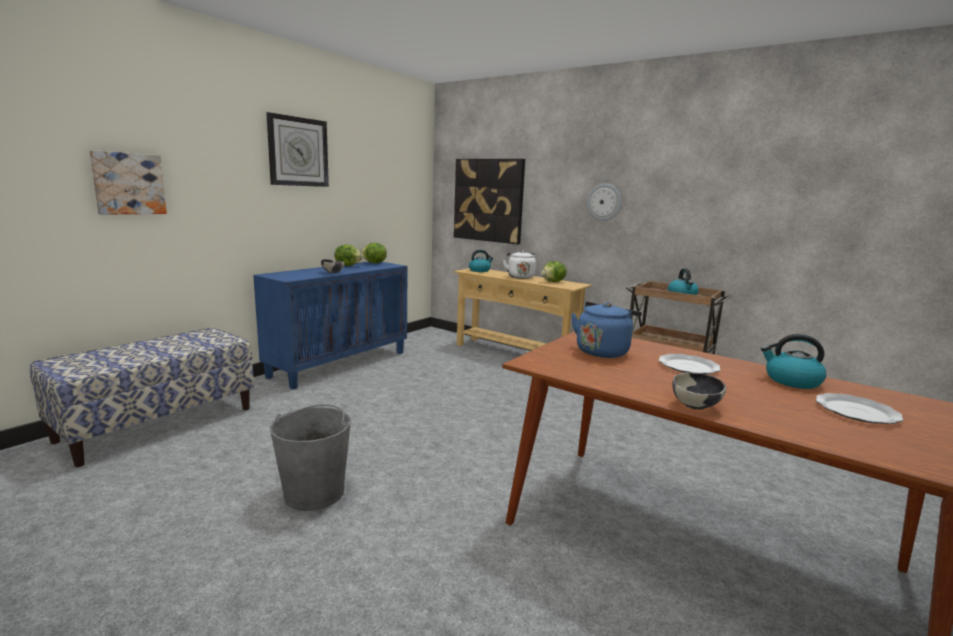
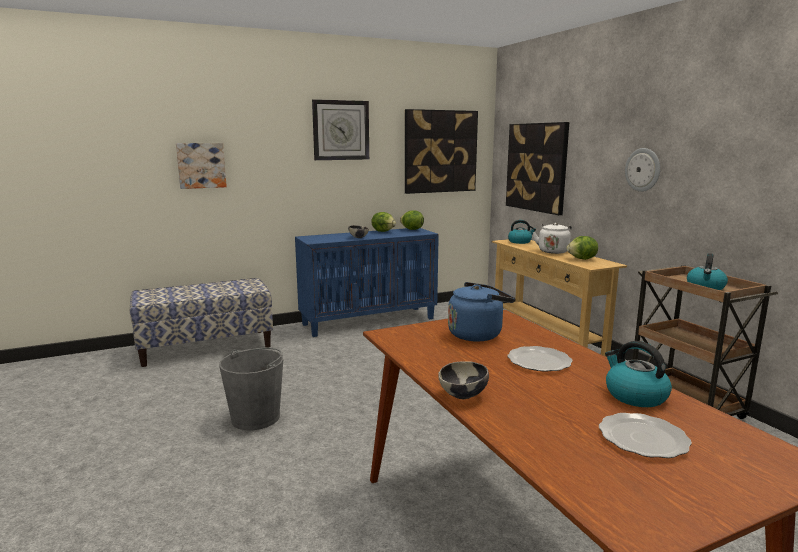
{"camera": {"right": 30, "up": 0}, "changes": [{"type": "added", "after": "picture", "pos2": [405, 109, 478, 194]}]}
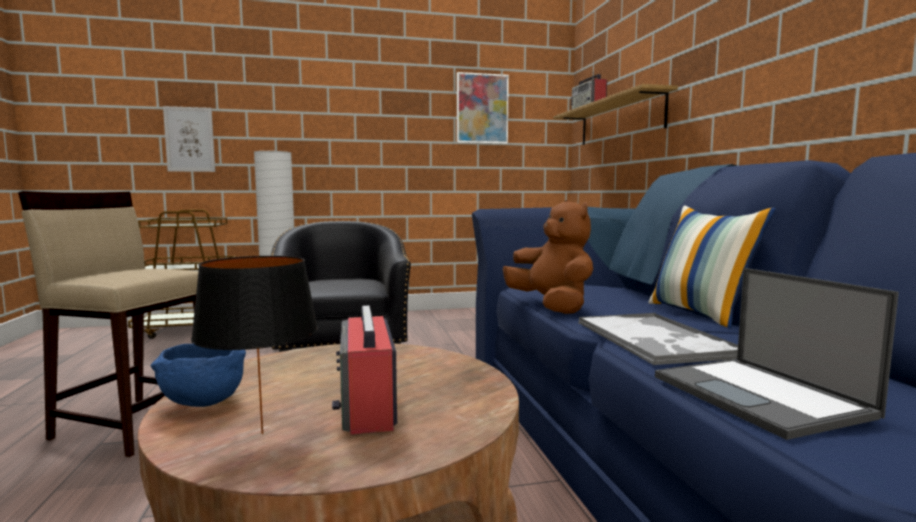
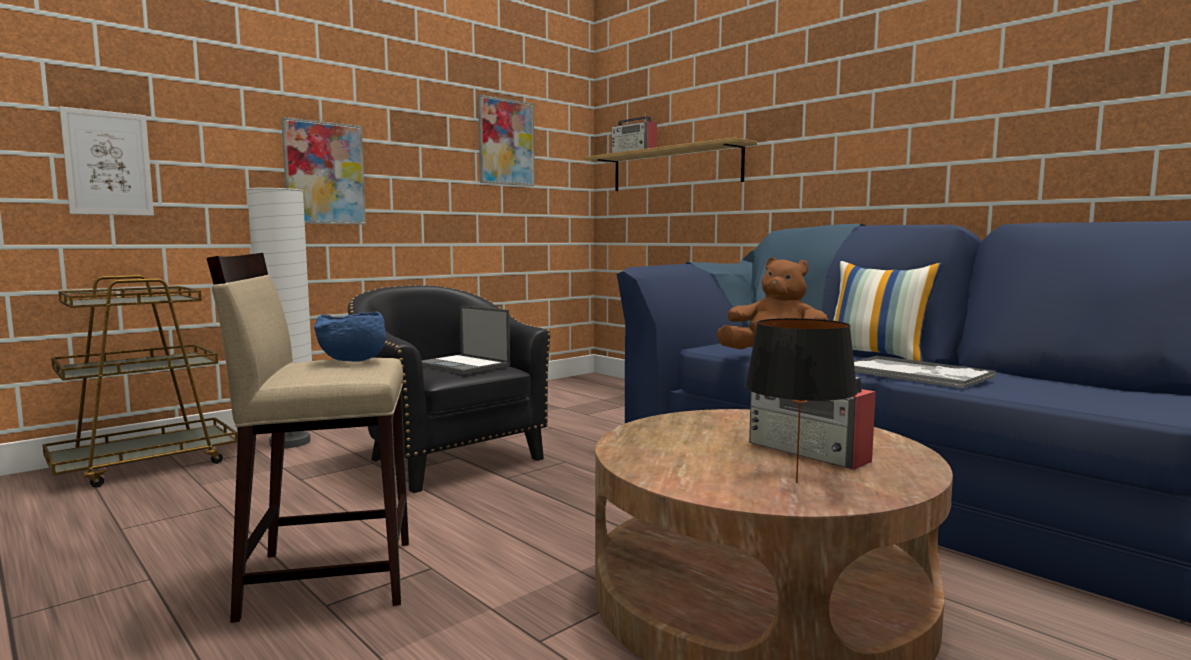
{"camera": {"right": -30, "up": 0}, "changes": [{"type": "added", "after": "picture", "pos2": [281, 117, 366, 225]}, {"type": "moved", "before": "blue_bowl", "pos1": [151, 344, 246, 407], "pos2": [314, 311, 386, 362]}, {"type": "moved", "before": "laptop", "pos1": [655, 268, 899, 440], "pos2": [422, 305, 510, 374]}]}
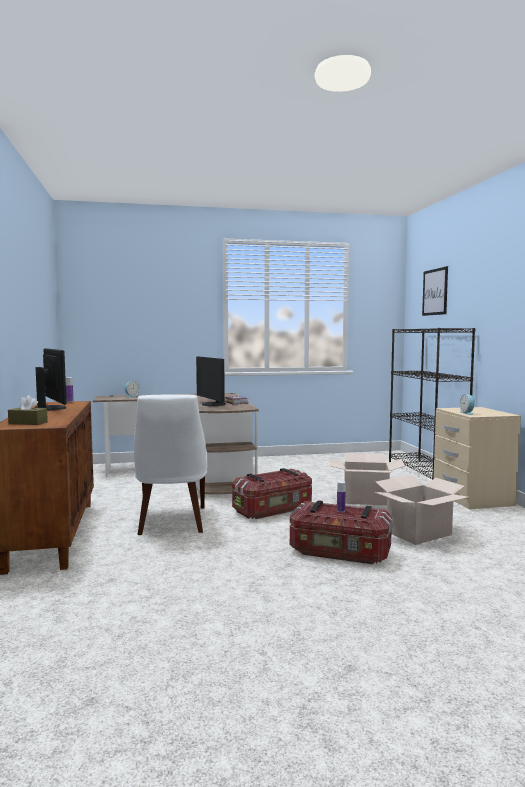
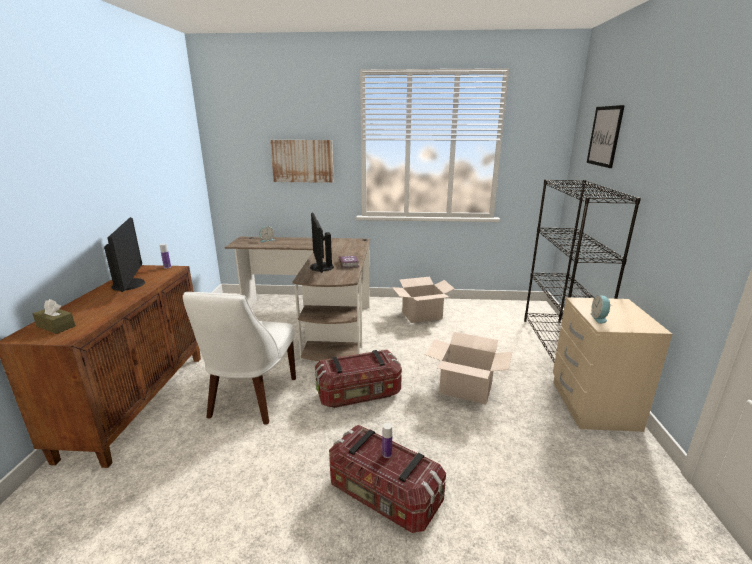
{"camera": {"right": 15, "up": 15}, "changes": [{"type": "added", "after": "picture", "pos2": [270, 140, 334, 183]}, {"type": "moved", "before": "cardboard_box", "pos1": [374, 475, 469, 545], "pos2": [392, 277, 455, 323]}]}
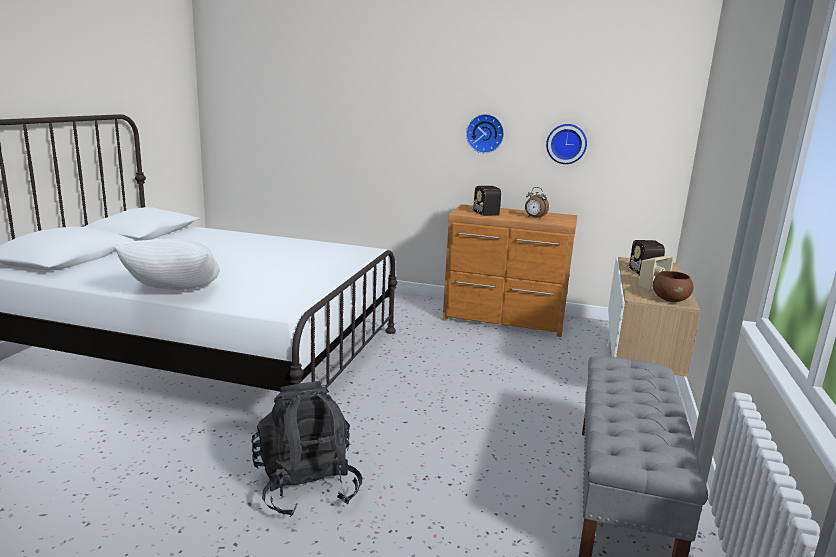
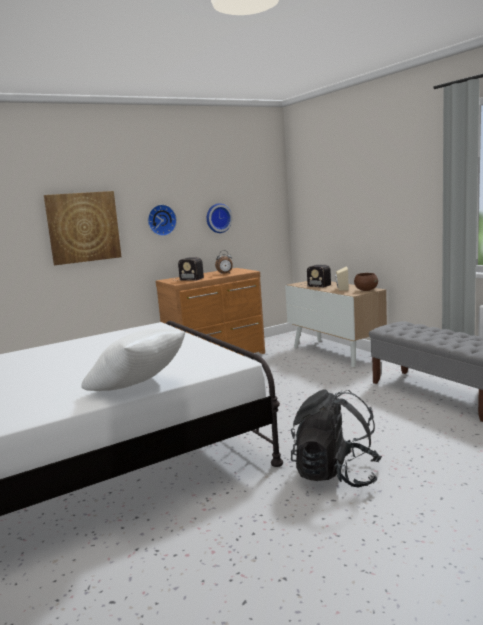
{"camera": {"right": -45, "up": -5}, "changes": [{"type": "added", "after": "picture", "pos2": [44, 191, 121, 265]}]}
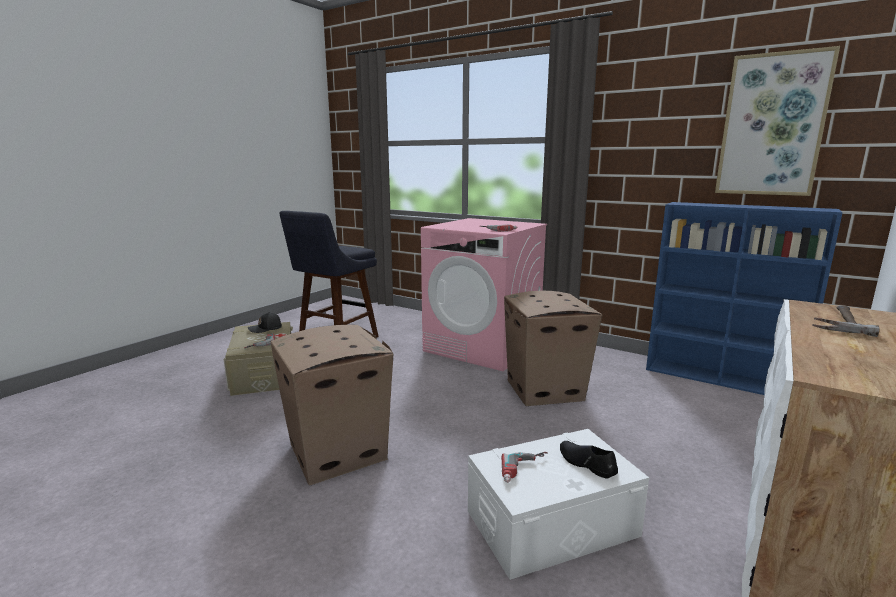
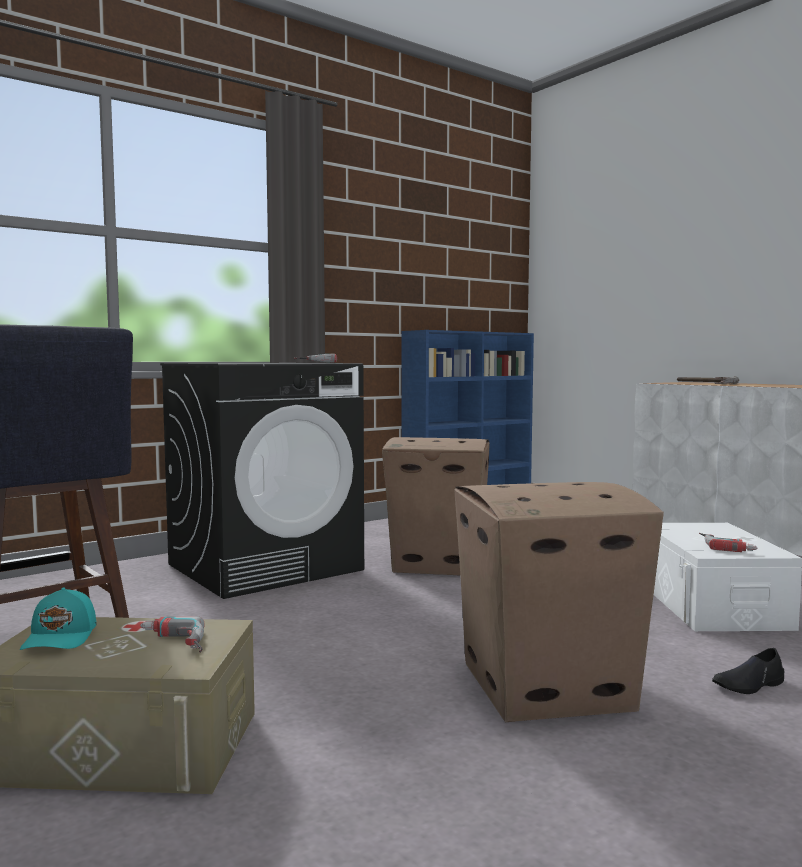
{"camera": {"right": -70, "up": -10}, "changes": [{"type": "recoloured", "before": "black_cap", "after": "turquoise_cap", "pos1": [248, 312, 282, 333], "pos2": [20, 588, 96, 650]}, {"type": "recoloured", "before": "pink_washing_machine", "after": "black_washing_machine", "pos1": [421, 218, 547, 371], "pos2": [160, 363, 364, 599]}, {"type": "moved", "before": "black_shoe", "pos1": [560, 441, 618, 479], "pos2": [712, 648, 784, 694]}, {"type": "removed", "before": "picture", "pos1": [715, 46, 840, 196]}]}
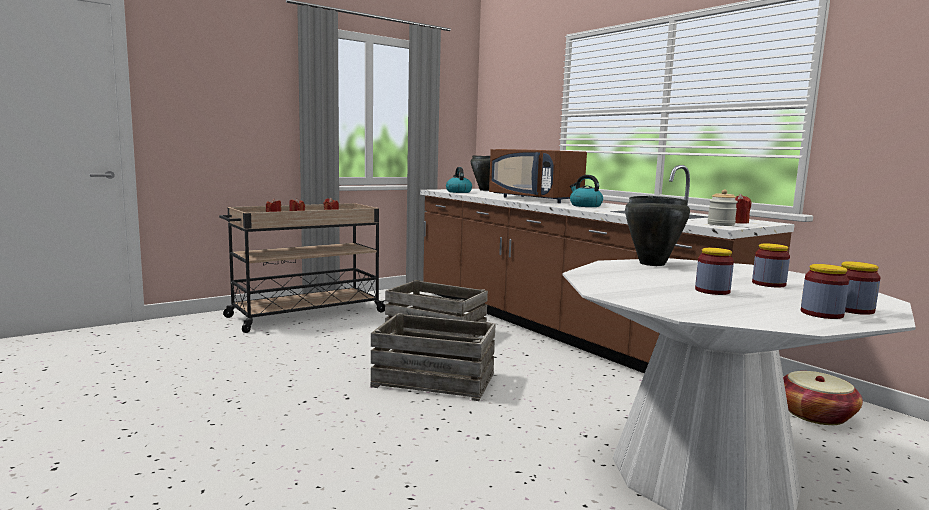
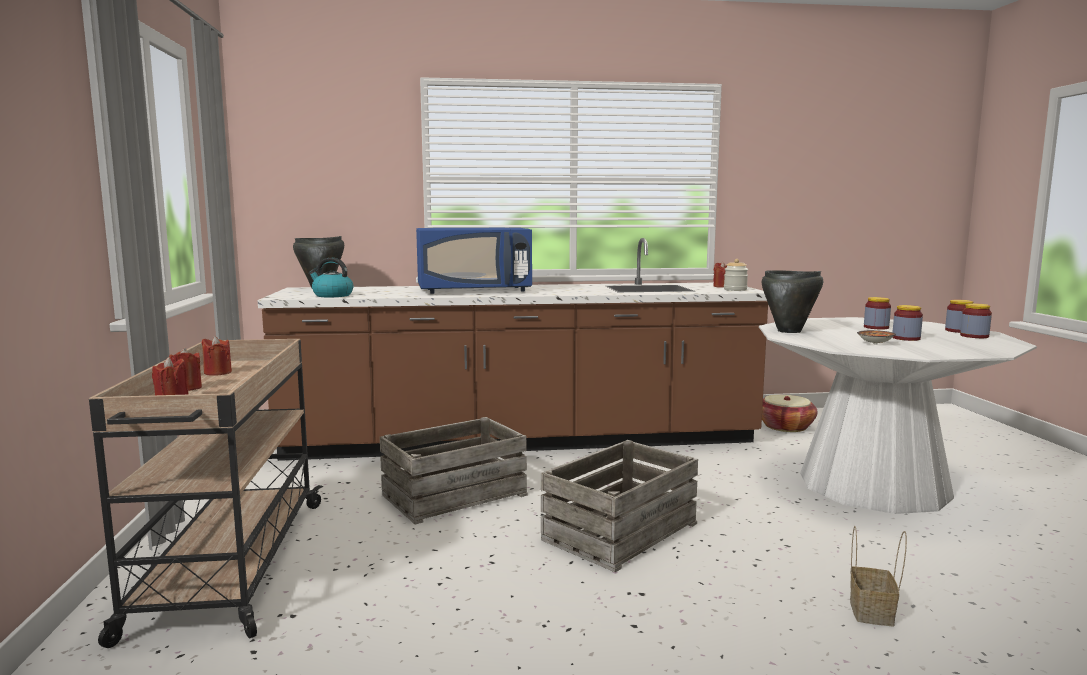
{"camera": {"right": -60, "up": 0}, "changes": [{"type": "recoloured", "before": "brown_microwave", "after": "blue_microwave", "pos1": [489, 149, 587, 203], "pos2": [416, 228, 532, 294]}, {"type": "added", "after": "basket", "pos2": [850, 526, 907, 626]}, {"type": "added", "after": "bowl", "pos2": [857, 330, 896, 344]}, {"type": "removed", "before": "kettle", "pos1": [570, 175, 603, 207]}]}
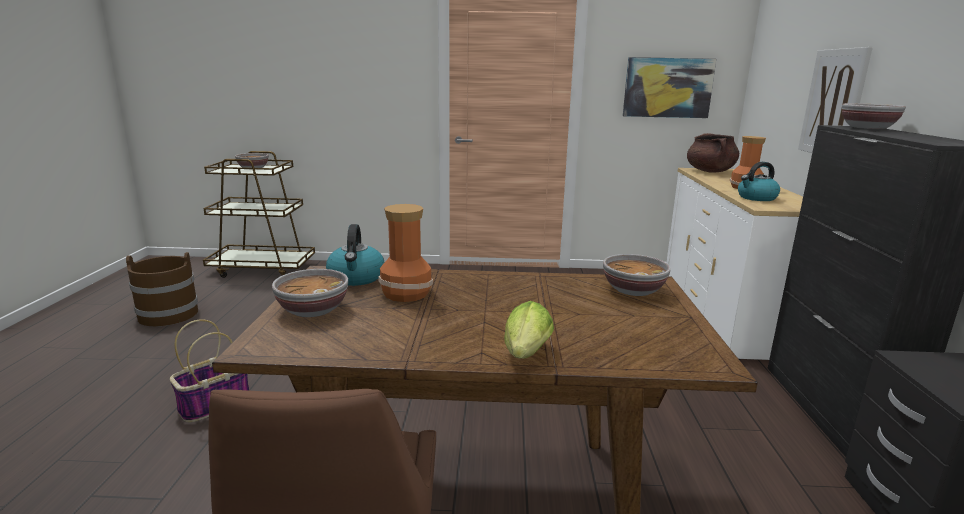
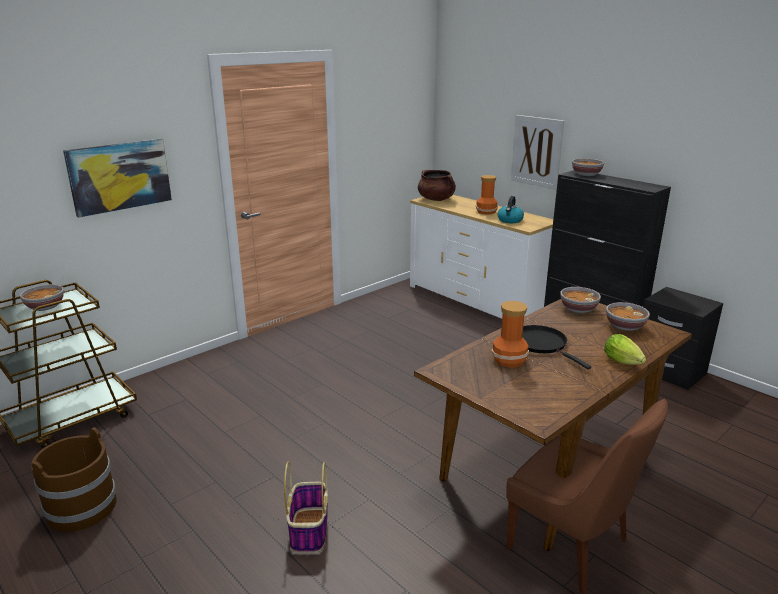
{"camera": {"right": -45, "up": 5}, "changes": [{"type": "moved", "before": "picture", "pos1": [623, 57, 716, 118], "pos2": [63, 139, 172, 218]}, {"type": "added", "after": "black_frying_pan", "pos2": [522, 325, 591, 369]}, {"type": "moved", "before": "bowl", "pos1": [272, 269, 348, 317], "pos2": [606, 302, 650, 331]}, {"type": "removed", "before": "kettle", "pos1": [326, 224, 385, 286]}]}
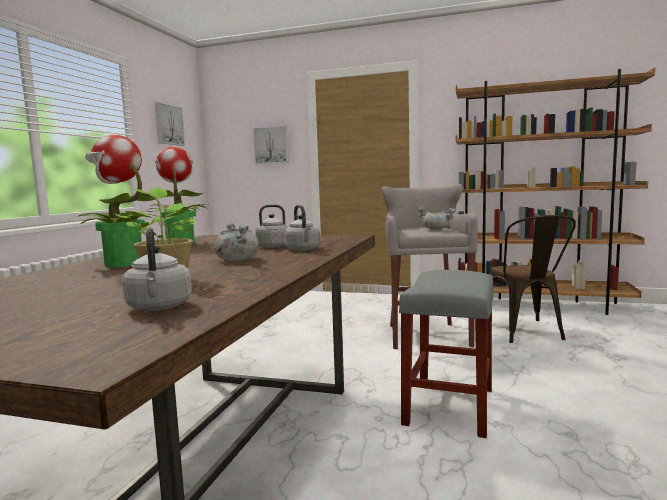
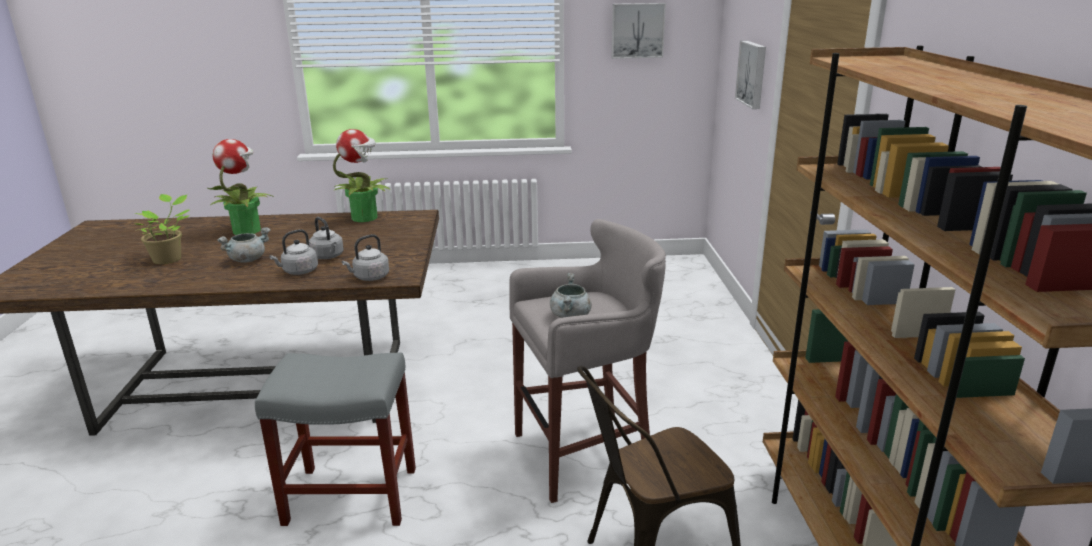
{"camera": {"right": 70, "up": 15}, "changes": [{"type": "moved", "before": "grey_kettle", "pos1": [122, 227, 192, 311], "pos2": [342, 234, 389, 281]}]}
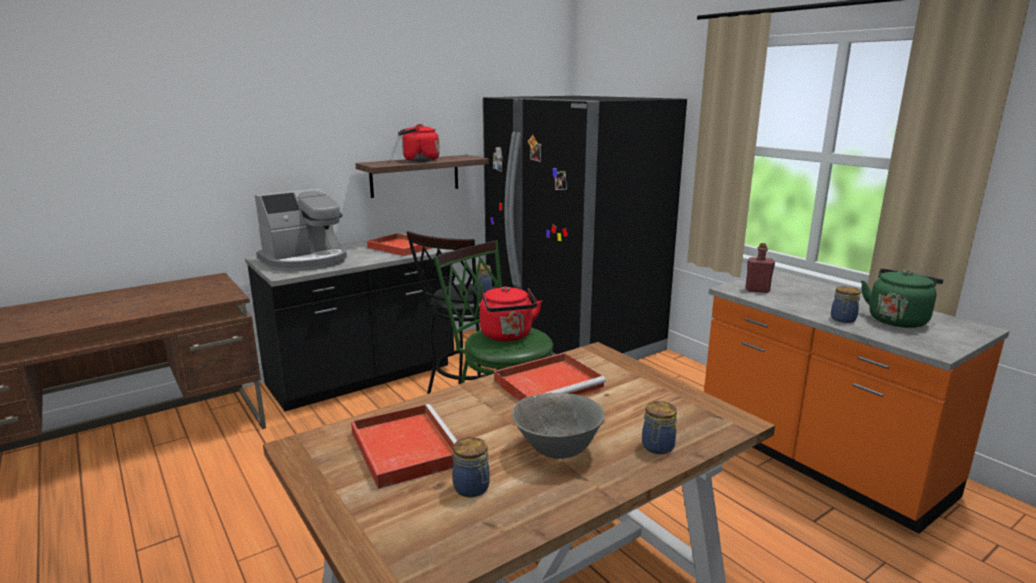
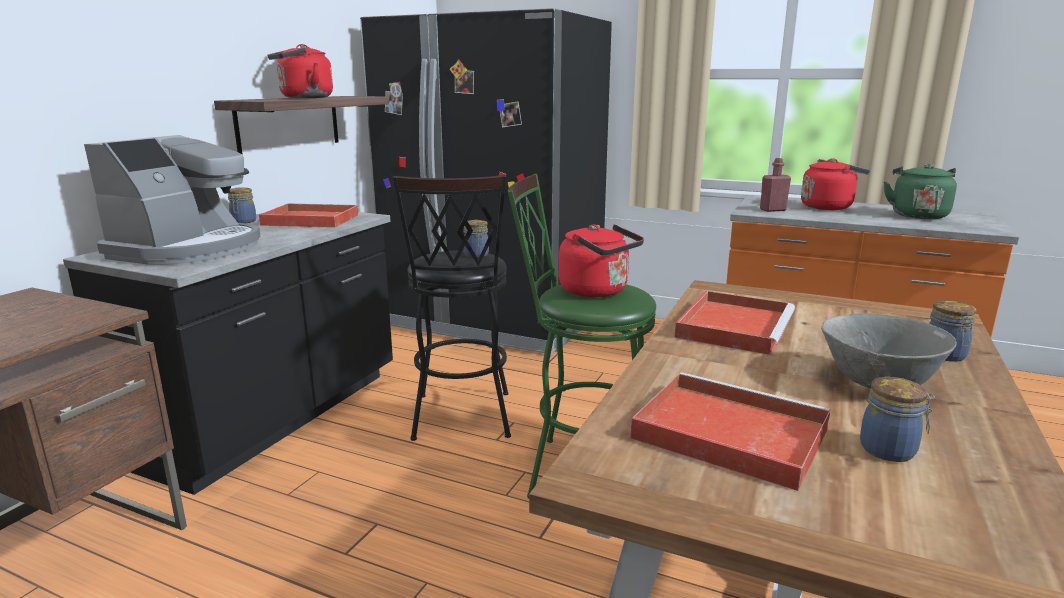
{"camera": {"right": -30, "up": 0}, "changes": [{"type": "moved", "before": "jar", "pos1": [831, 286, 861, 323], "pos2": [228, 187, 256, 223]}, {"type": "added", "after": "red_kettle", "pos2": [801, 158, 870, 210]}]}
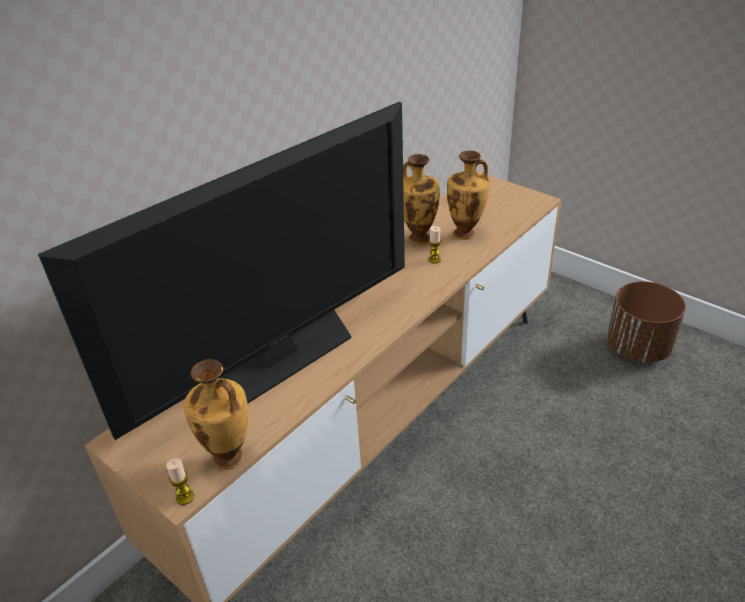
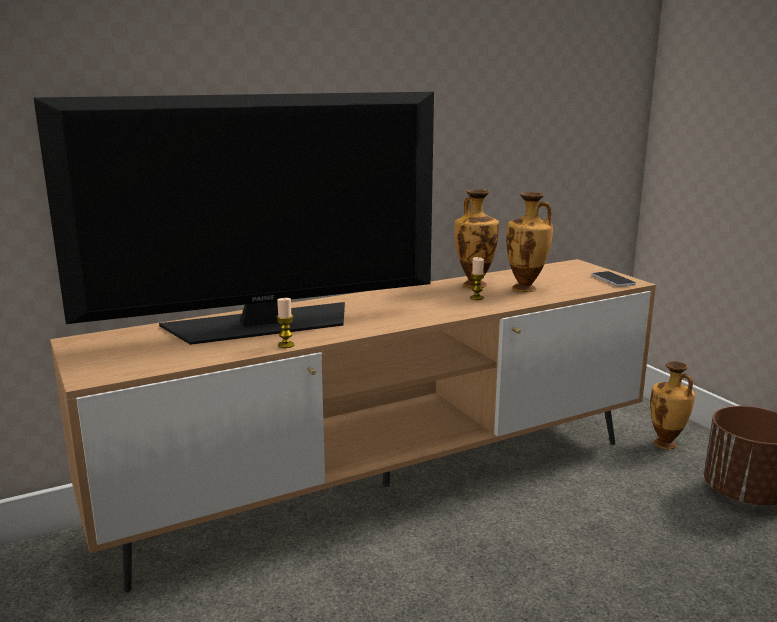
{"camera": {"right": 20, "up": -20}, "changes": [{"type": "moved", "before": "candle", "pos1": [166, 458, 194, 505], "pos2": [276, 298, 294, 348]}, {"type": "added", "after": "phone", "pos2": [592, 271, 636, 287]}, {"type": "moved", "before": "vase", "pos1": [184, 359, 248, 470], "pos2": [650, 361, 695, 449]}]}
